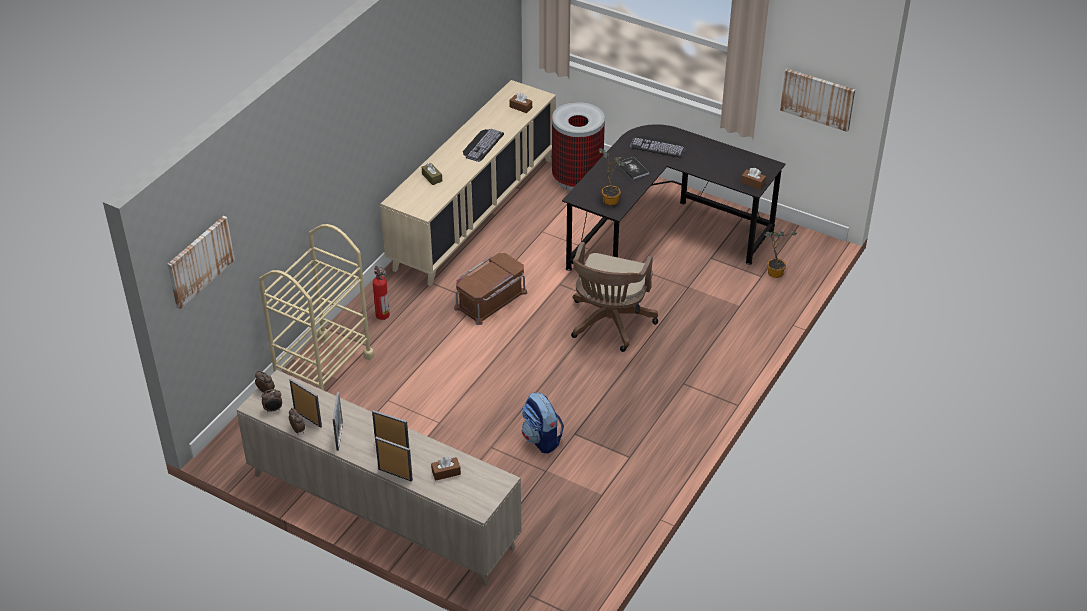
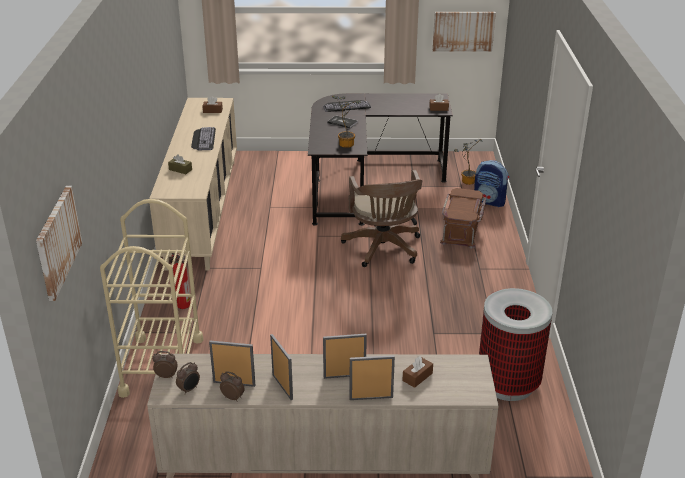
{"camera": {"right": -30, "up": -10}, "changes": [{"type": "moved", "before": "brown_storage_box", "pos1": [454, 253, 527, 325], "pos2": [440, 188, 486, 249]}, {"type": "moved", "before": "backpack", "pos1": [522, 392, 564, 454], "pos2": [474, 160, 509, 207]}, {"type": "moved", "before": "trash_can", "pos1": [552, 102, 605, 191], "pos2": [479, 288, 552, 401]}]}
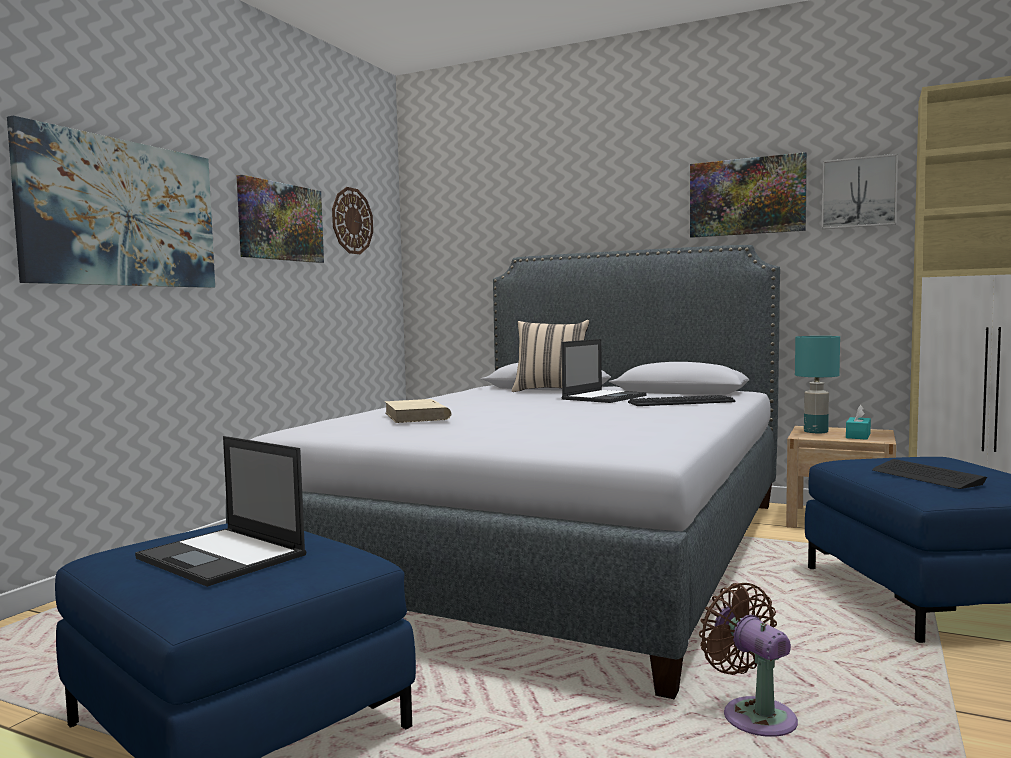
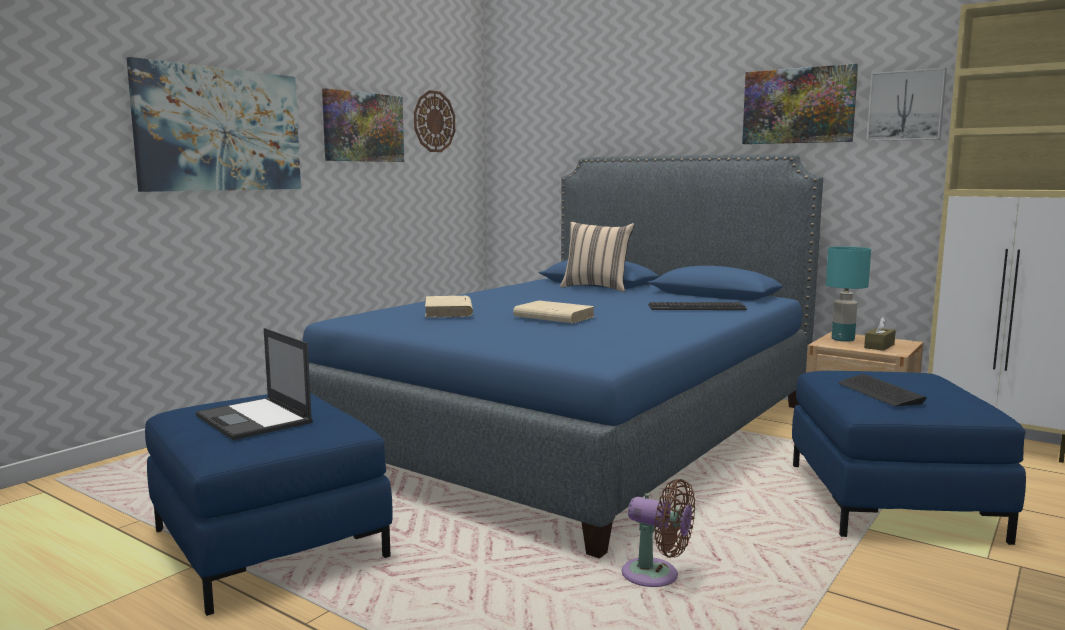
{"camera": {"right": 10, "up": 5}, "changes": [{"type": "recoloured", "before": "grey_bed", "after": "blue_bed", "pos1": [226, 245, 780, 700], "pos2": [303, 154, 823, 559]}, {"type": "added", "after": "beige_book", "pos2": [513, 301, 595, 323]}, {"type": "turned", "before": "brown_fan", "pos1": [699, 583, 798, 737], "pos2": [621, 479, 695, 587], "turn": 135}, {"type": "recoloured", "before": "turquoise_tissue_box", "after": "brown_tissue_box", "pos1": [846, 405, 871, 440], "pos2": [864, 317, 896, 351]}, {"type": "removed", "before": "laptop", "pos1": [562, 339, 647, 403]}]}
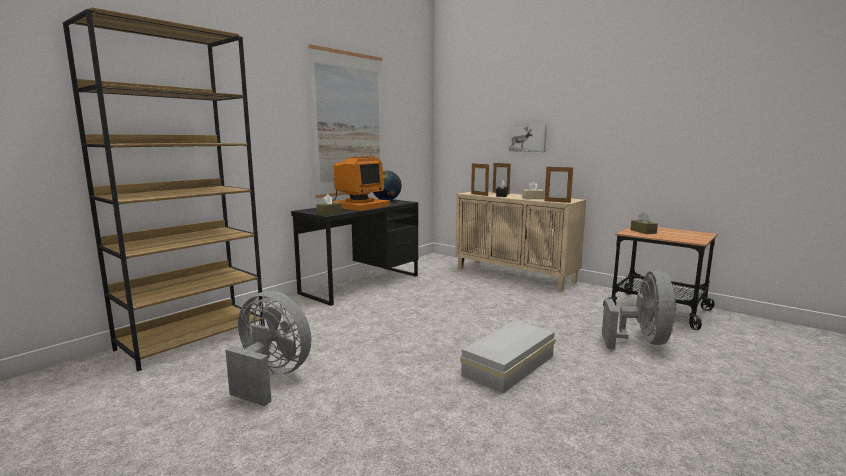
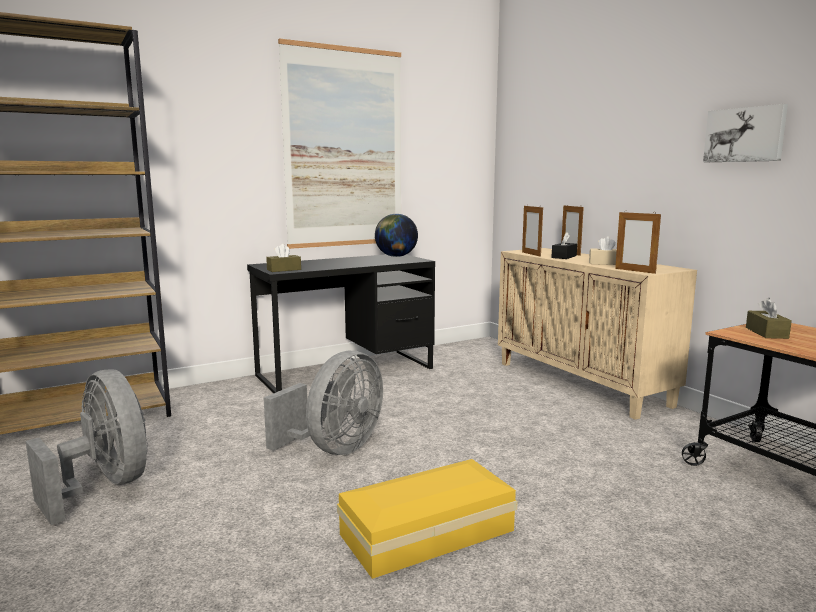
{"camera": {"right": 20, "up": 0}, "changes": [{"type": "moved", "before": "grey_fan", "pos1": [602, 270, 677, 349], "pos2": [264, 351, 383, 455]}, {"type": "recoloured", "before": "white_storage_box", "after": "yellow_storage_box", "pos1": [460, 320, 556, 393], "pos2": [337, 459, 518, 579]}, {"type": "moved", "before": "picture", "pos1": [509, 125, 547, 152], "pos2": [703, 104, 788, 162]}, {"type": "removed", "before": "monitor", "pos1": [332, 156, 390, 211]}]}
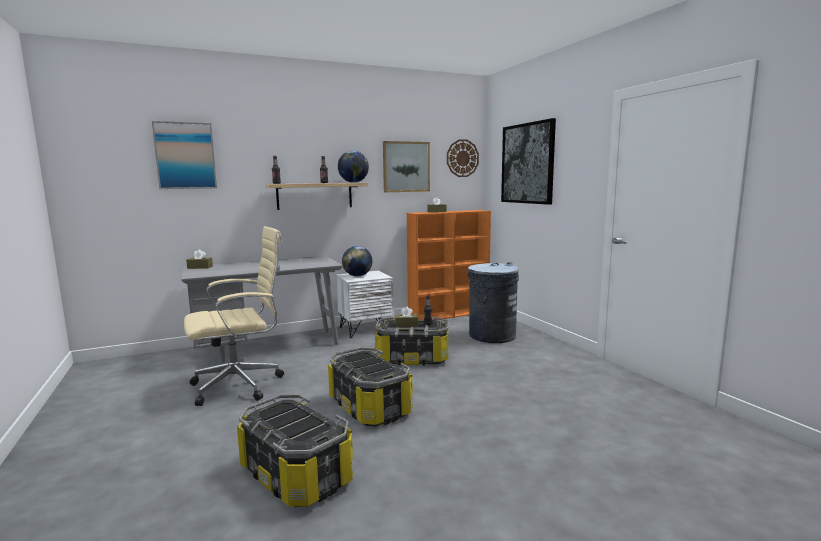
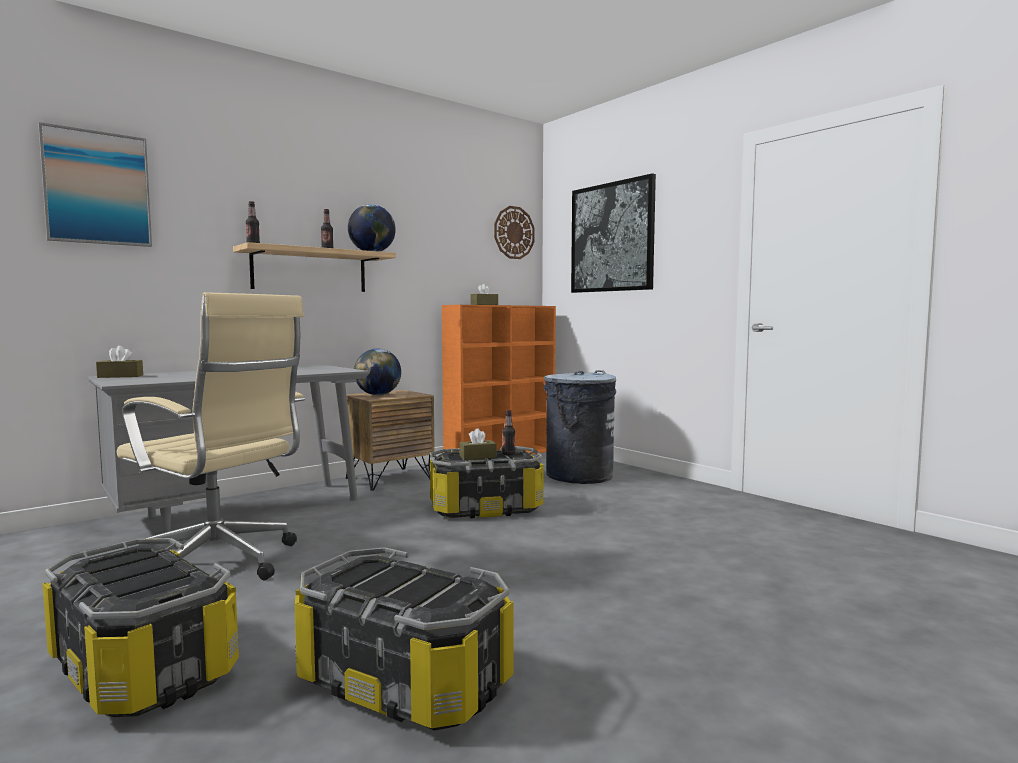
{"camera": {"right": -15, "up": -5}, "changes": [{"type": "moved", "before": "storage_box", "pos1": [328, 347, 413, 426], "pos2": [42, 538, 239, 717]}, {"type": "turned", "before": "beige_office_chair", "pos1": [184, 226, 284, 406], "pos2": [117, 292, 305, 580], "turn": 75}, {"type": "recoloured", "before": "white_nightstand", "after": "brown_nightstand", "pos1": [336, 271, 394, 338], "pos2": [342, 390, 435, 491]}, {"type": "removed", "before": "picture", "pos1": [383, 141, 430, 192]}]}
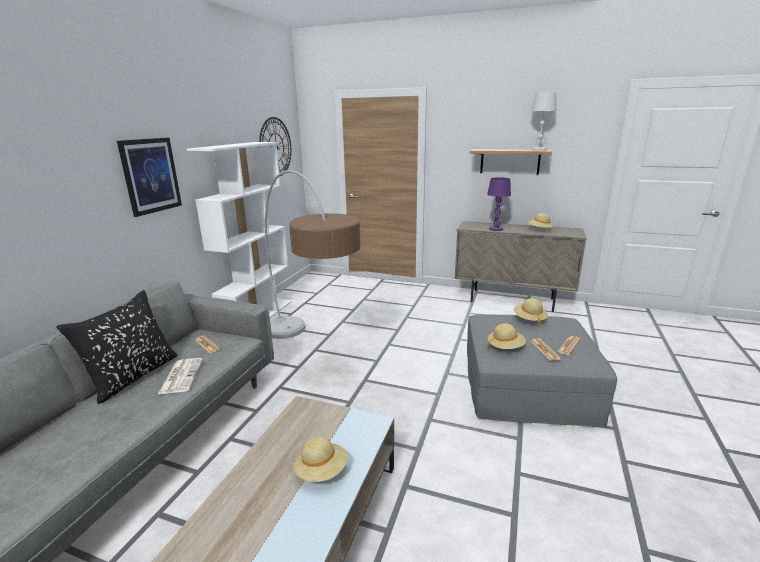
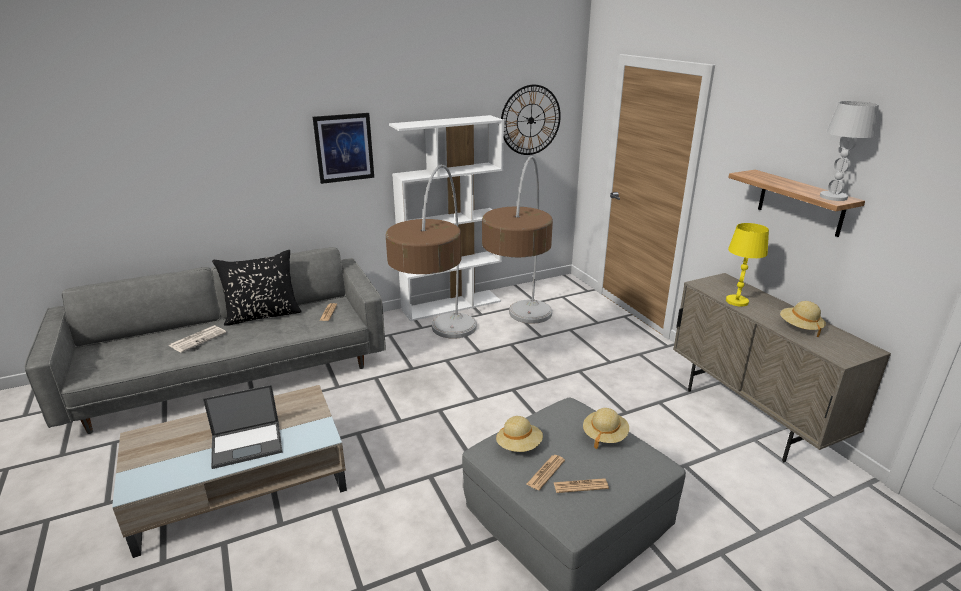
{"camera": {"right": 45, "up": 5}, "changes": [{"type": "moved", "before": "newspaper", "pos1": [158, 358, 203, 394], "pos2": [168, 325, 226, 353]}, {"type": "replaced", "before": "beige_hat", "after": "laptop", "pos1": [294, 436, 348, 482], "pos2": [203, 385, 283, 469]}, {"type": "added", "after": "floor_lamp", "pos2": [482, 156, 553, 324]}, {"type": "recoloured", "before": "purple_table_lamp", "after": "yellow_table_lamp", "pos1": [487, 177, 511, 231], "pos2": [726, 223, 769, 306]}]}
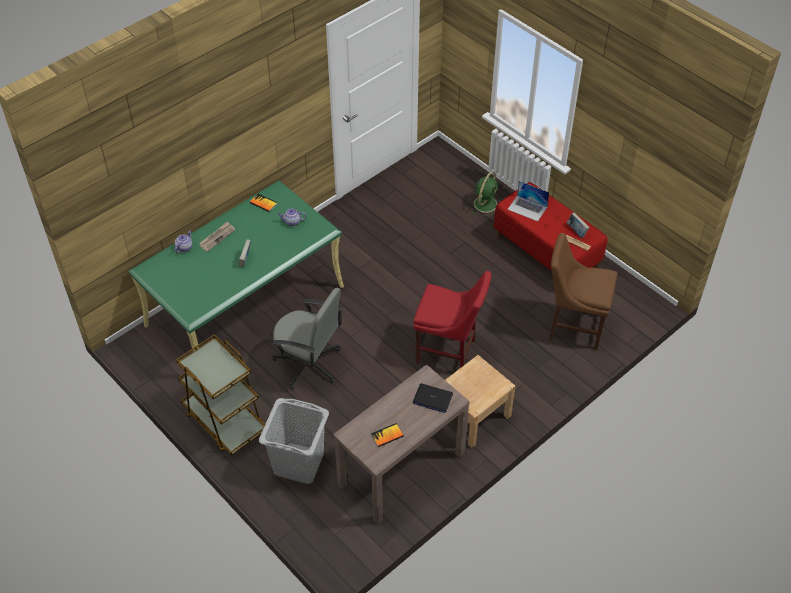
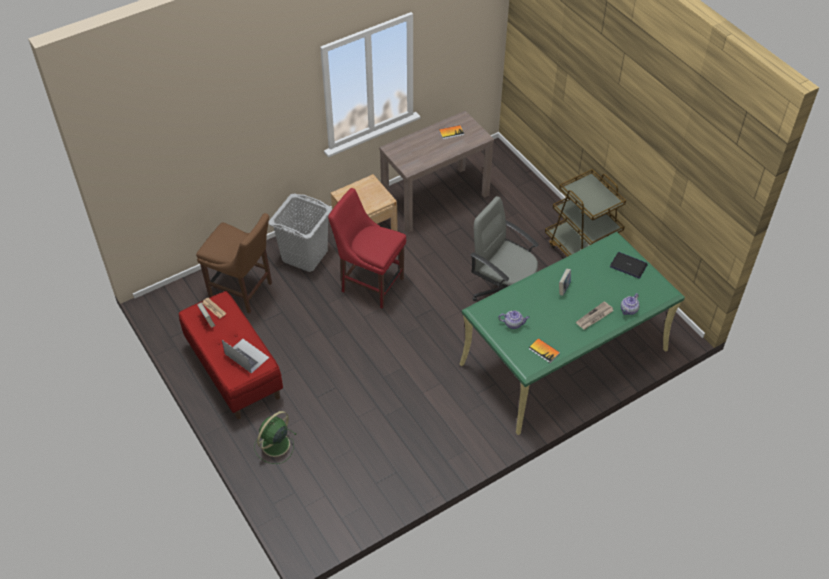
{"camera": {"right": -170, "up": 0}, "changes": [{"type": "moved", "before": "grey_laundry_basket", "pos1": [259, 398, 329, 484], "pos2": [268, 194, 332, 272]}, {"type": "moved", "before": "laptop", "pos1": [413, 384, 453, 413], "pos2": [610, 252, 648, 279]}]}
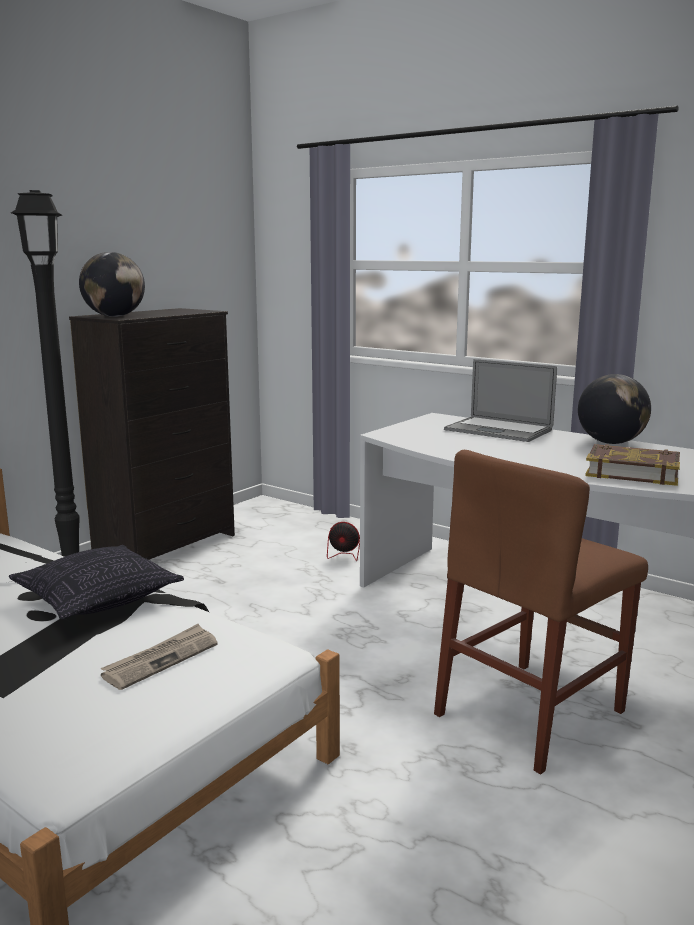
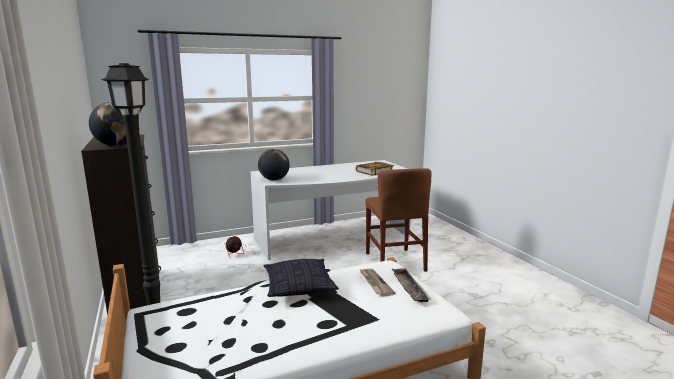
{"camera": {"right": -60, "up": 0}, "changes": [{"type": "moved", "before": "globe", "pos1": [578, 374, 651, 444], "pos2": [258, 149, 290, 180]}, {"type": "added", "after": "tray", "pos2": [392, 268, 432, 302]}, {"type": "removed", "before": "laptop", "pos1": [444, 359, 557, 442]}]}
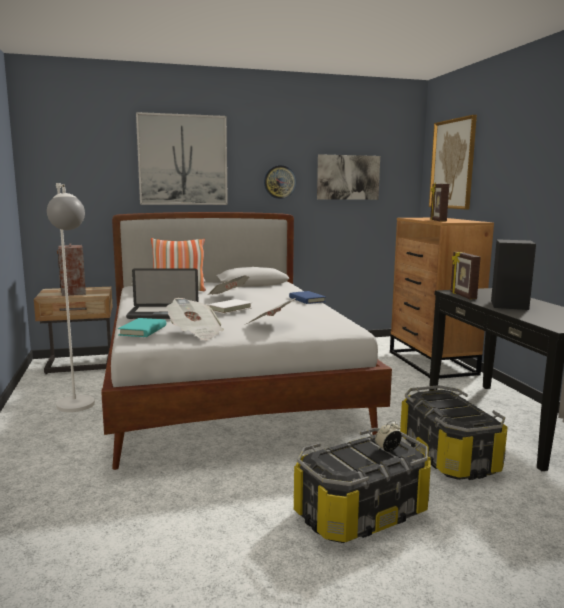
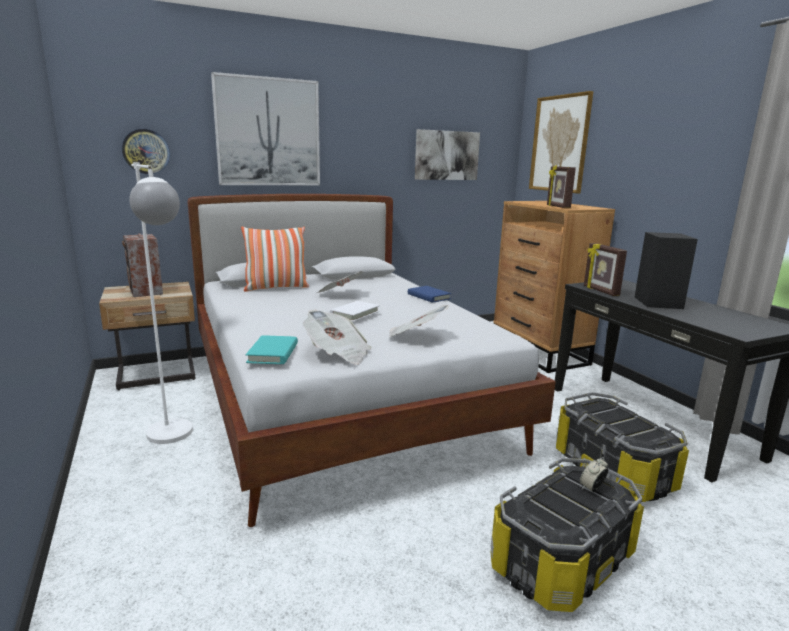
{"camera": {"right": -10, "up": 5}, "changes": [{"type": "moved", "before": "wall_clock", "pos1": [264, 165, 296, 199], "pos2": [122, 129, 170, 174]}, {"type": "removed", "before": "laptop", "pos1": [126, 268, 198, 319]}]}
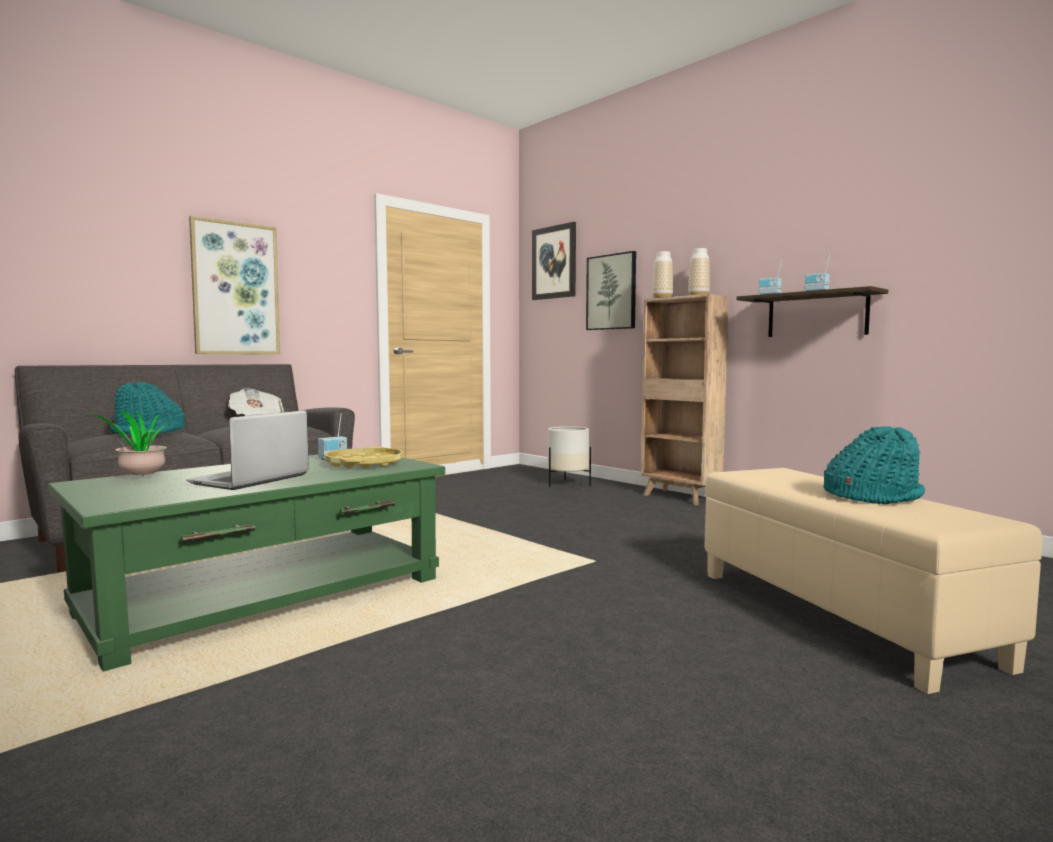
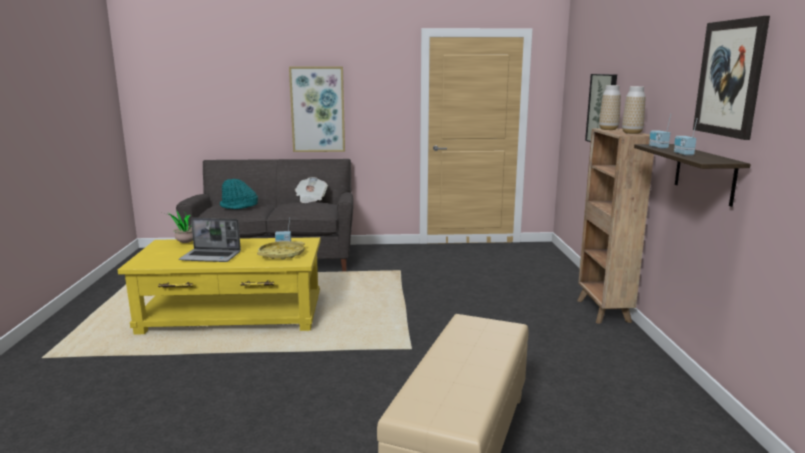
{"camera": {"right": 40, "up": 10}, "changes": [{"type": "recoloured", "before": "green_coffee_table", "after": "yellow_coffee_table", "pos1": [48, 455, 445, 672], "pos2": [118, 237, 321, 335]}, {"type": "turned", "before": "laptop", "pos1": [186, 410, 309, 490], "pos2": [179, 218, 241, 262], "turn": -150}, {"type": "moved", "before": "picture", "pos1": [532, 222, 576, 300], "pos2": [693, 16, 770, 140]}, {"type": "removed", "before": "white_planter", "pos1": [548, 426, 591, 487]}, {"type": "removed", "before": "turquoise_hat", "pos1": [823, 426, 925, 504]}]}
